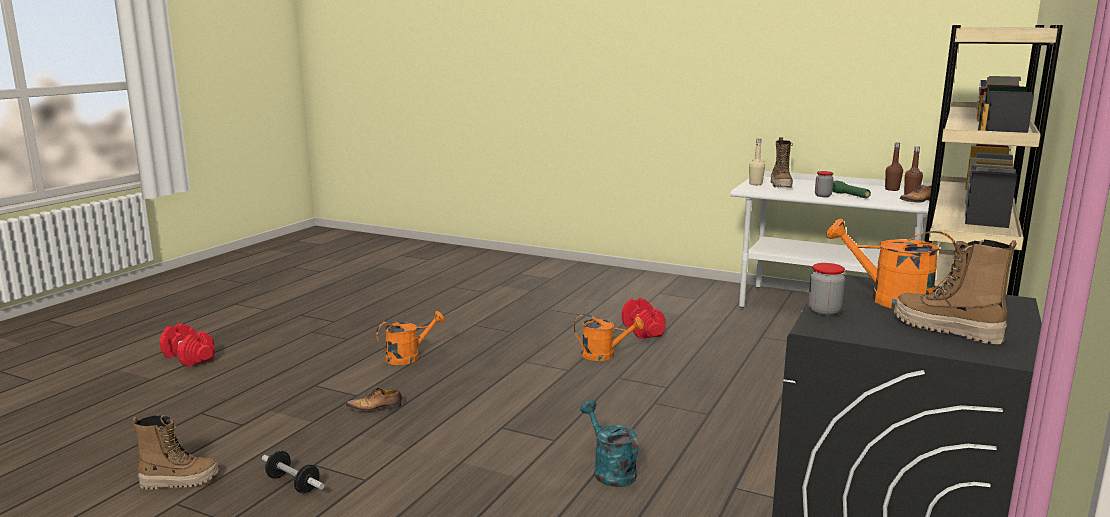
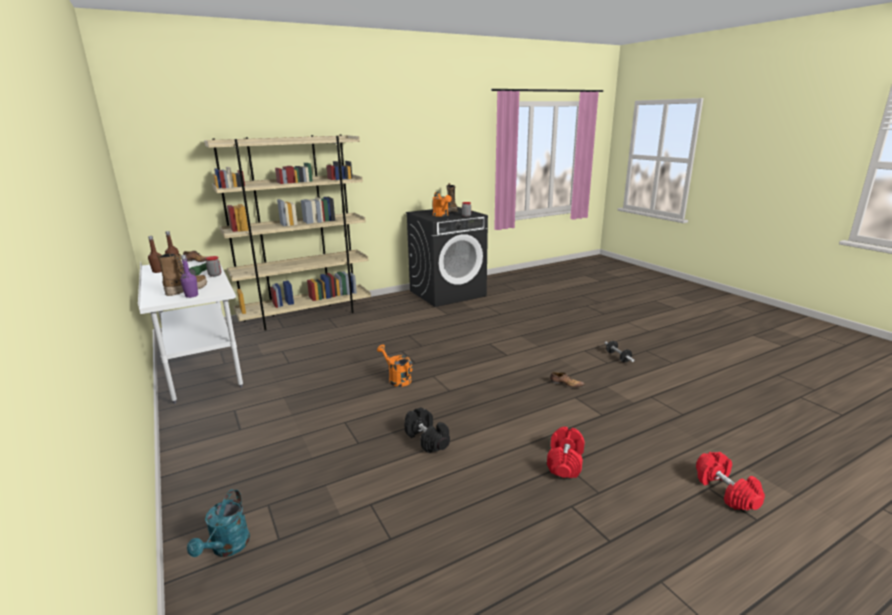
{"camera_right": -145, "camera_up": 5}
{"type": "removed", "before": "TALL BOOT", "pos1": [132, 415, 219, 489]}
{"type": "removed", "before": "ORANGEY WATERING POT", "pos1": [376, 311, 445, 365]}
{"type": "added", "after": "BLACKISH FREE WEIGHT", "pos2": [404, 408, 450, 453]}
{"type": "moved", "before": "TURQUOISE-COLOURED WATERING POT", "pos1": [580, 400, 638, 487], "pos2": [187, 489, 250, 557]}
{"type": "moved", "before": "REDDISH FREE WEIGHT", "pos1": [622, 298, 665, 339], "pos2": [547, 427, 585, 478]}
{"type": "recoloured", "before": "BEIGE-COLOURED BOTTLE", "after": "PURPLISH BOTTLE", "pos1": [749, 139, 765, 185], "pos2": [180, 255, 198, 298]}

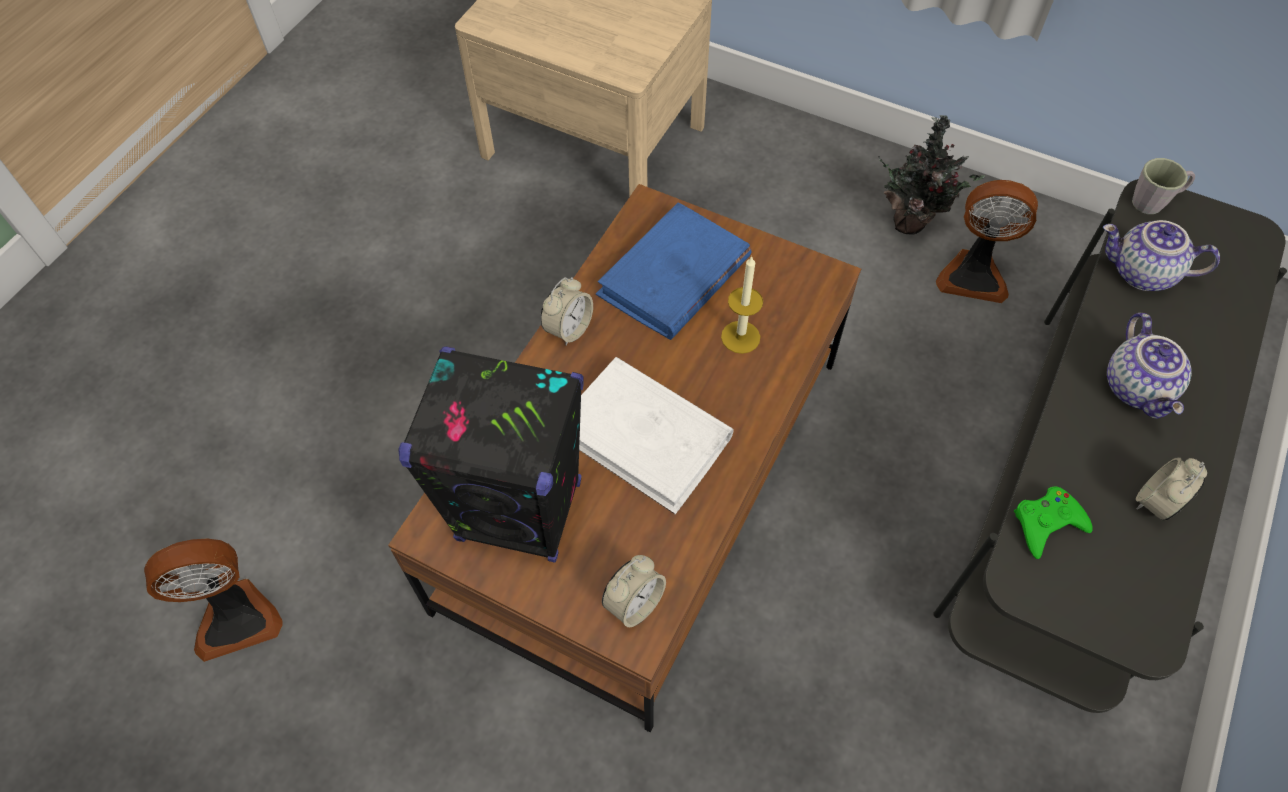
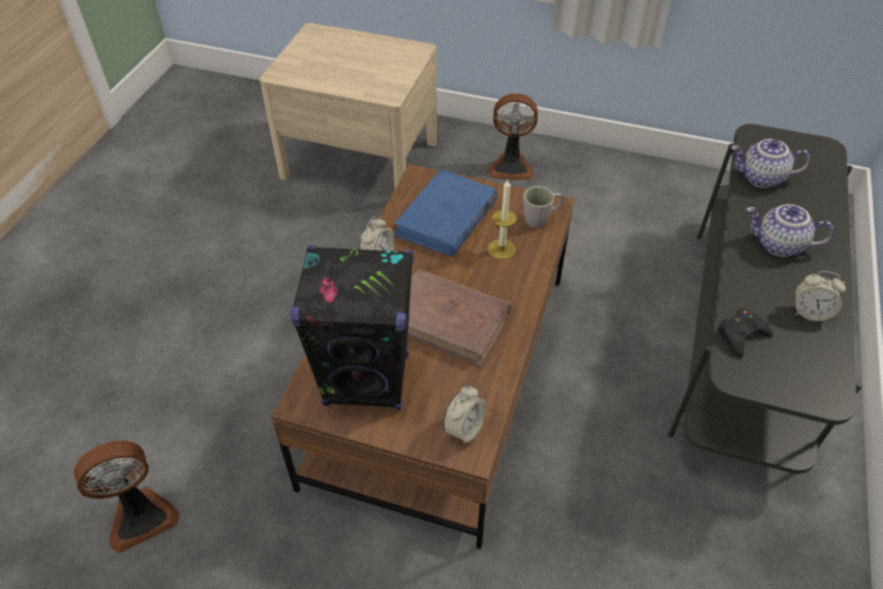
{"camera_right": -10, "camera_up": -10}
{"type": "removed", "before": "PLANT IN A POT", "pos1": [878, 115, 984, 235]}
{"type": "moved", "before": "COOLING FAN", "pos1": [936, 180, 1038, 303], "pos2": [487, 93, 538, 180]}
{"type": "moved", "before": "GREYISH MUG", "pos1": [1132, 158, 1195, 214], "pos2": [523, 186, 563, 228]}
{"type": "recoloured", "before": "WHITISH BOOK", "after": "BROWN-COLOURED BOOK", "pos1": [579, 357, 734, 514], "pos2": [408, 269, 511, 366]}
{"type": "recoloured", "before": "GREEN JOYPAD", "after": "BLACKISH JOYPAD", "pos1": [1014, 487, 1093, 559], "pos2": [717, 309, 773, 358]}
{"type": "turned", "before": "TEAPOT", "pos1": [1107, 313, 1192, 419], "pos2": [746, 204, 834, 257], "turn": 120}
{"type": "turned", "before": "BEDSIDE CLOCK", "pos1": [1136, 457, 1207, 521], "pos2": [795, 271, 846, 322], "turn": -105}

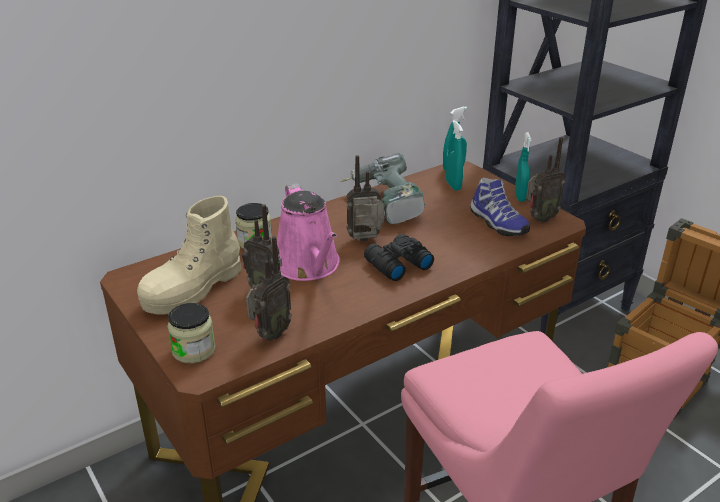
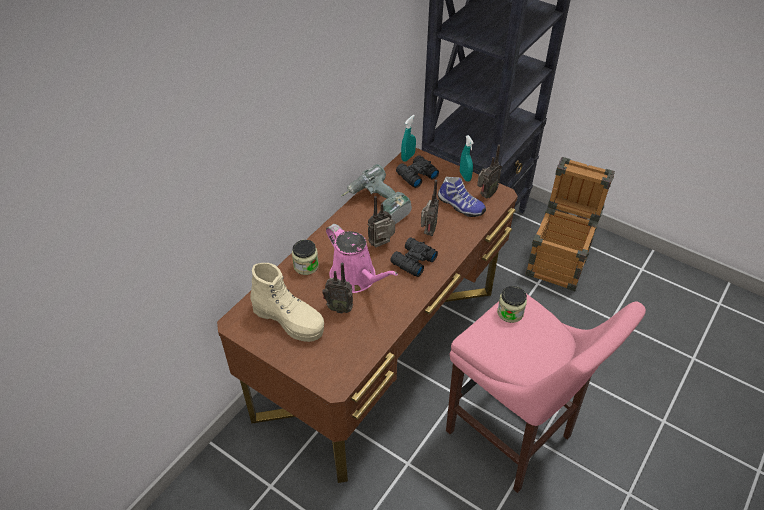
{"camera_right": -20, "camera_up": 15}
{"type": "moved", "before": "PRESERVE JAR", "pos1": [167, 303, 216, 363], "pos2": [497, 286, 527, 323]}
{"type": "moved", "before": "RADIO RECEIVER", "pos1": [246, 236, 292, 341], "pos2": [421, 180, 439, 236]}
{"type": "replaced", "before": "TURQUOISE-COLOURED SPRAY BOTTLE", "after": "BLACKISH FIELD GLASSES", "pos1": [446, 120, 464, 191], "pos2": [396, 155, 439, 188]}
{"type": "turned", "before": "BEIGE-COLOURED TALL BOOT", "pos1": [137, 196, 241, 315], "pos2": [250, 263, 324, 342], "turn": -75}

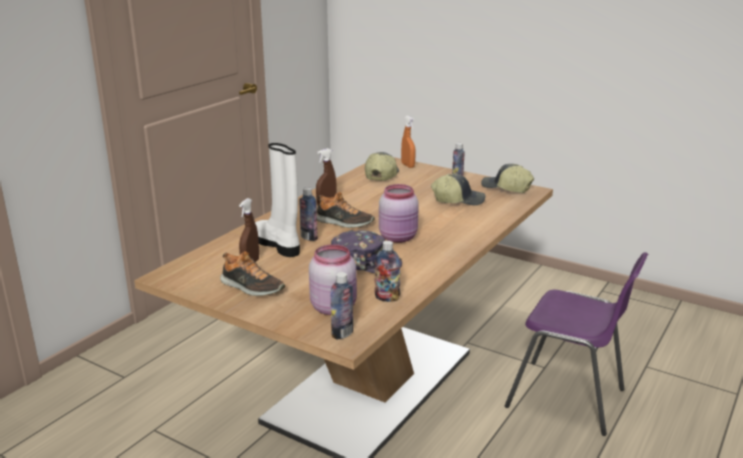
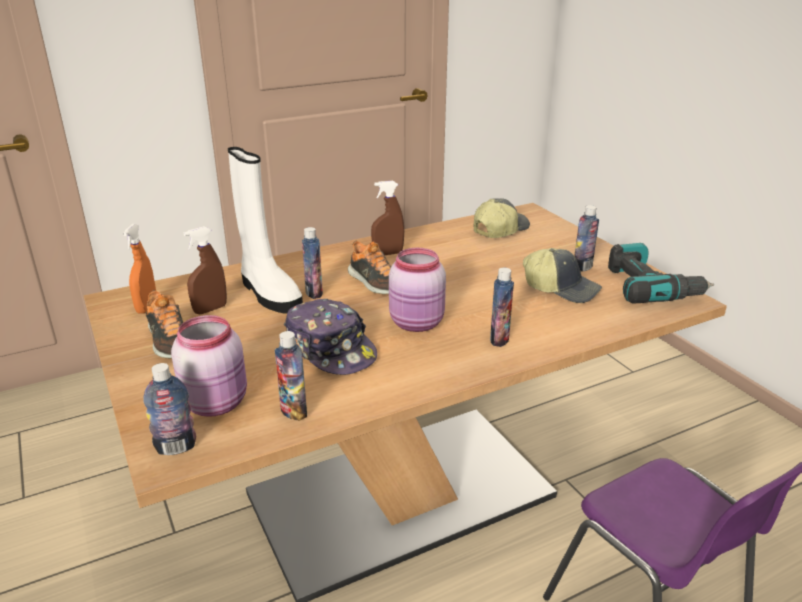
{"camera_right": 30, "camera_up": 5}
{"type": "added", "after": "BOTTLE", "pos2": [490, 267, 514, 347]}
{"type": "moved", "before": "ORANGEY SPRAY BOTTLE", "pos1": [401, 116, 416, 168], "pos2": [123, 224, 156, 313]}
{"type": "replaced", "before": "CAP", "after": "DRILL", "pos1": [481, 164, 534, 193], "pos2": [608, 243, 714, 304]}
{"type": "turned", "before": "WHITISH TALL BOOT", "pos1": [255, 143, 300, 257], "pos2": [228, 147, 303, 313], "turn": 150}

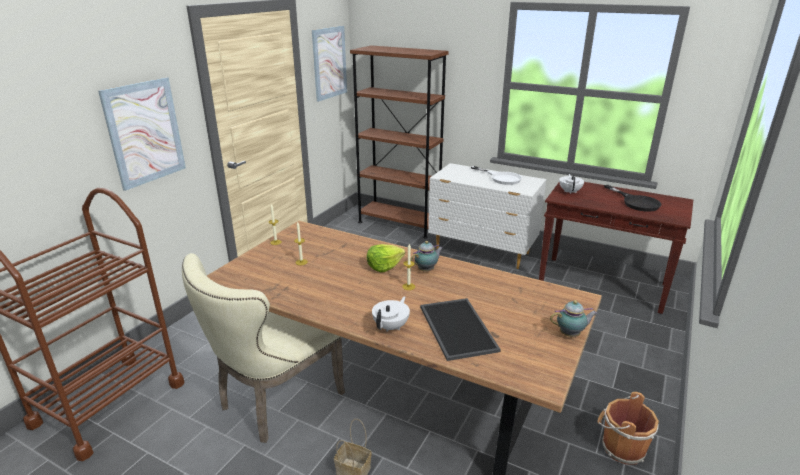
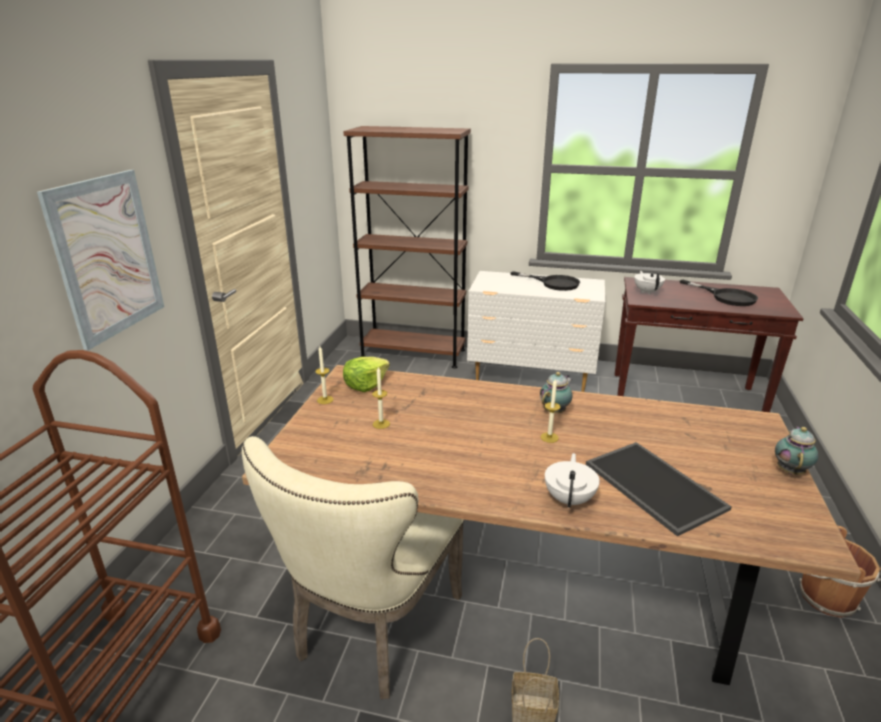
{"camera_right": -15, "camera_up": 0}
{"type": "removed", "before": "WALL ART", "pos1": [312, 26, 347, 102]}
{"type": "moved", "before": "LETTUCE", "pos1": [367, 244, 405, 272], "pos2": [343, 357, 390, 392]}
{"type": "recoloured", "before": "WHITISH SKILLET", "after": "BLACKISH SKILLET", "pos1": [471, 166, 522, 185], "pos2": [511, 271, 580, 291]}
{"type": "turned", "before": "TEAPOT", "pos1": [550, 300, 598, 337], "pos2": [775, 426, 818, 475], "turn": -45}

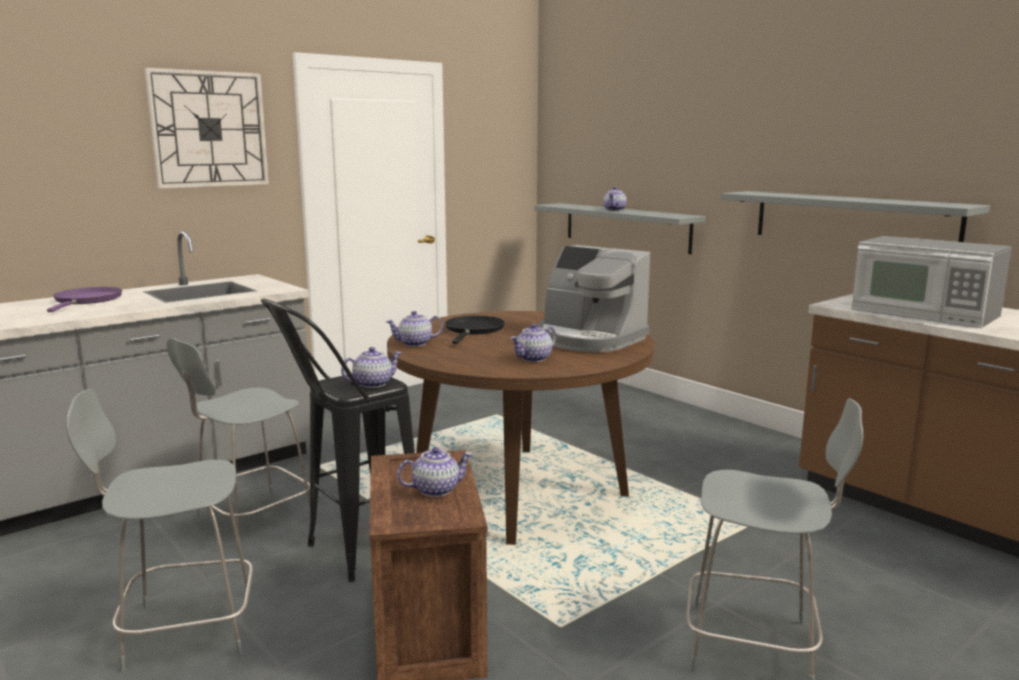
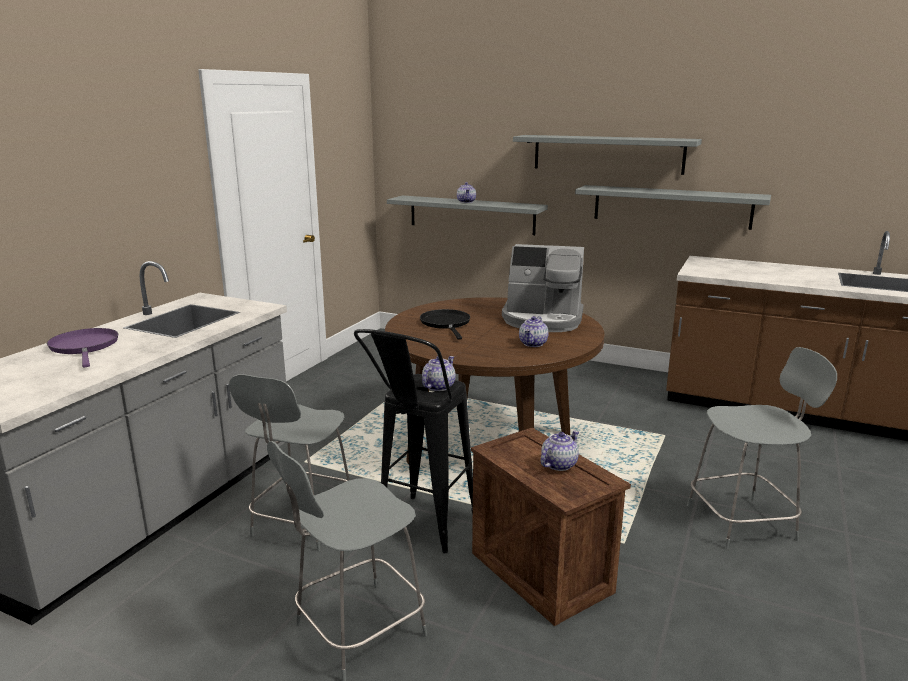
{"camera_right": -25, "camera_up": 5}
{"type": "removed", "before": "HANGING CLOCK", "pos1": [144, 67, 269, 189]}
{"type": "removed", "before": "TEAPOT", "pos1": [386, 311, 443, 347]}
{"type": "removed", "before": "MICROWAVE OVEN", "pos1": [851, 236, 1012, 328]}
{"type": "added", "after": "GREYISH BRACKET SHELF", "pos2": [513, 135, 702, 175]}

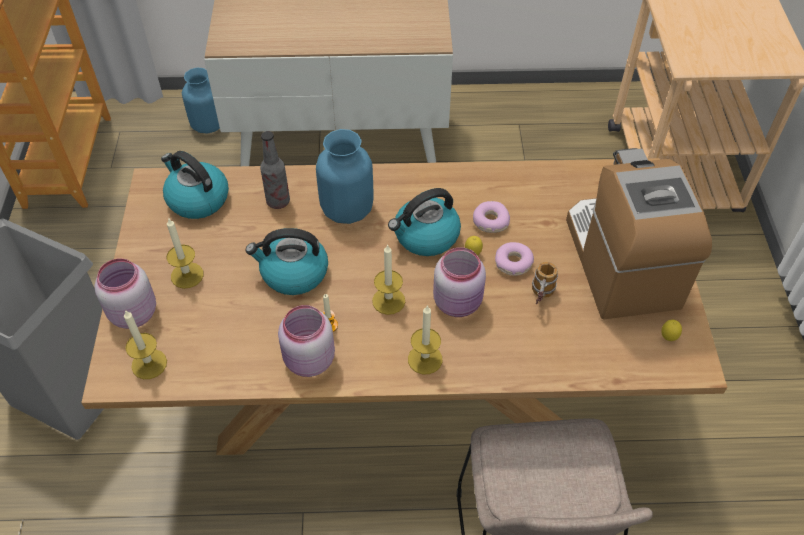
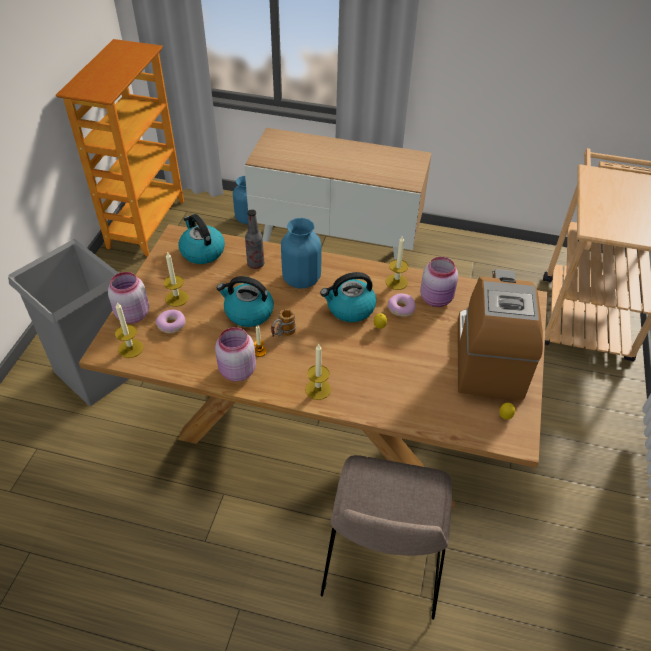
{"camera_right": 15, "camera_up": -5}
{"type": "moved", "before": "WAX CANDLE", "pos1": [372, 244, 405, 315], "pos2": [386, 235, 408, 290]}
{"type": "moved", "before": "PINK-COLOURED PRESERVE JAR", "pos1": [433, 247, 486, 317], "pos2": [420, 257, 458, 307]}
{"type": "moved", "before": "RING DOUGHNUT", "pos1": [495, 242, 534, 276], "pos2": [156, 310, 185, 333]}
{"type": "moved", "before": "MUG", "pos1": [532, 262, 558, 304], "pos2": [271, 309, 296, 337]}

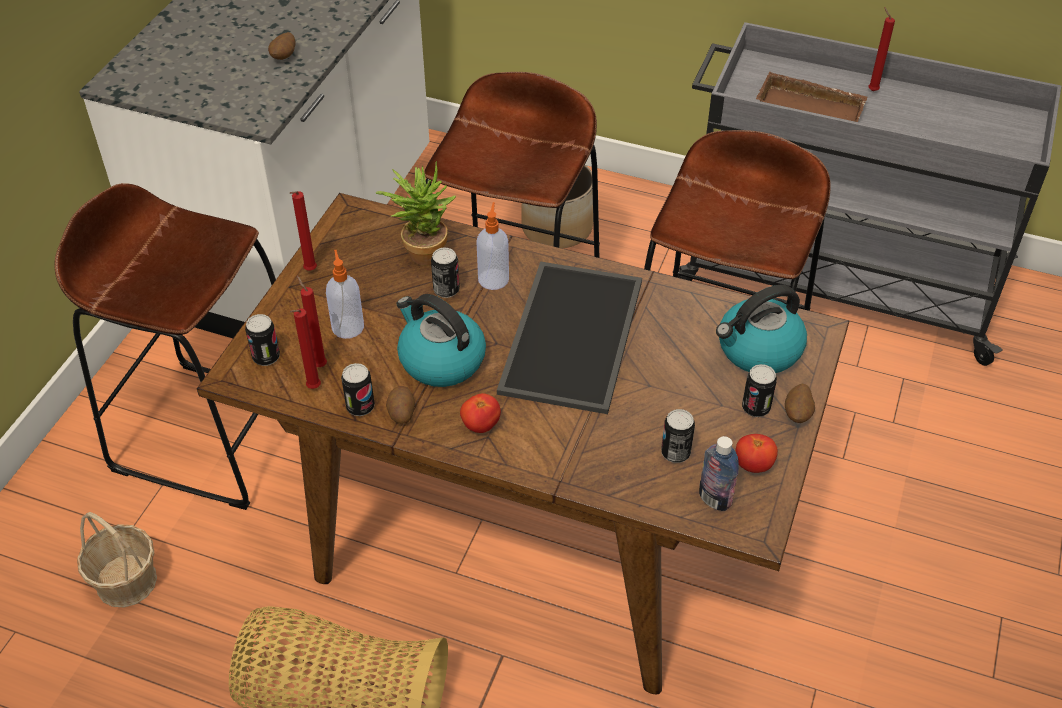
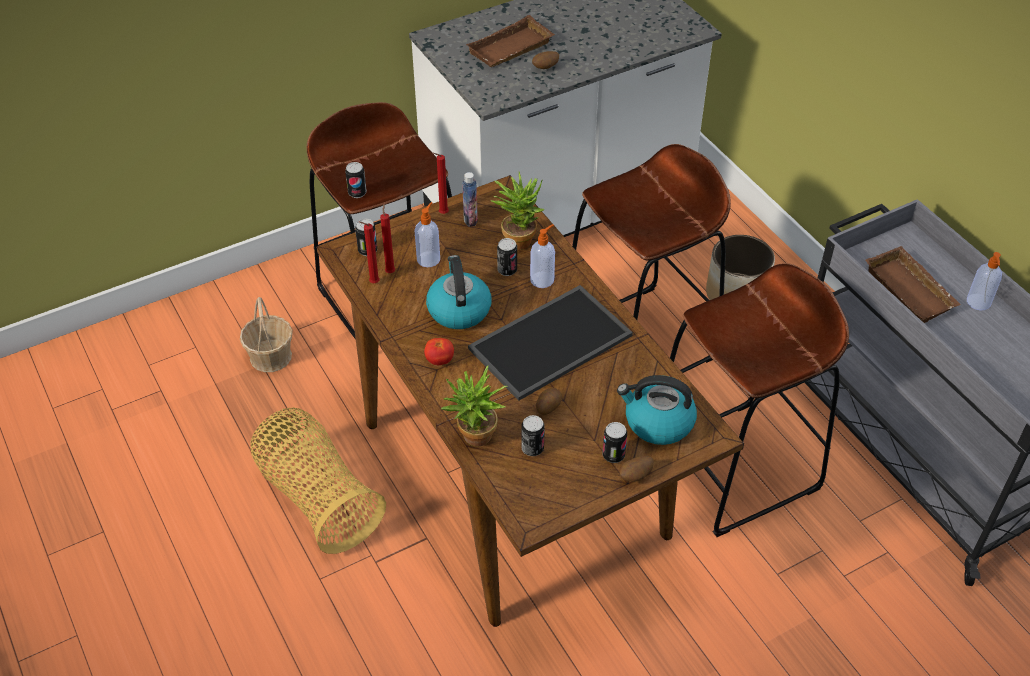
{"camera_right": 40, "camera_up": 0}
{"type": "removed", "before": "WHOLE TOMATO", "pos1": [736, 434, 778, 473]}
{"type": "added", "after": "PLANT IN A POT", "pos2": [441, 366, 508, 446]}
{"type": "added", "after": "BROWN-COLOURED CARRYING TRAY", "pos2": [466, 15, 555, 67]}
{"type": "moved", "before": "METAL CAN", "pos1": [341, 363, 375, 416], "pos2": [345, 162, 367, 198]}
{"type": "moved", "before": "POTATO", "pos1": [386, 386, 415, 424], "pos2": [536, 388, 562, 415]}
{"type": "moved", "before": "BOTTLE", "pos1": [699, 436, 739, 511], "pos2": [462, 172, 478, 227]}
{"type": "replaced", "before": "REDDISH WAX CANDLE", "after": "SOAP DISPENSER", "pos1": [868, 7, 895, 91], "pos2": [967, 252, 1002, 310]}

